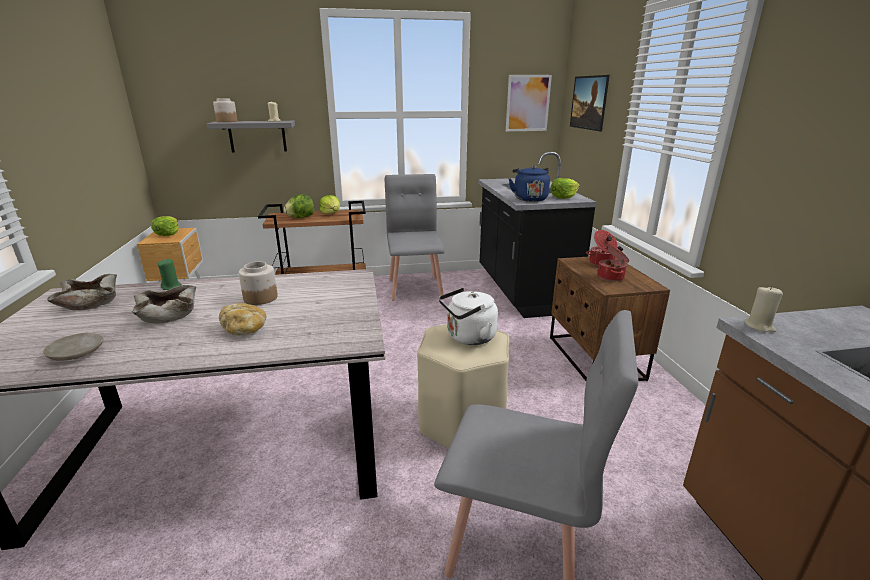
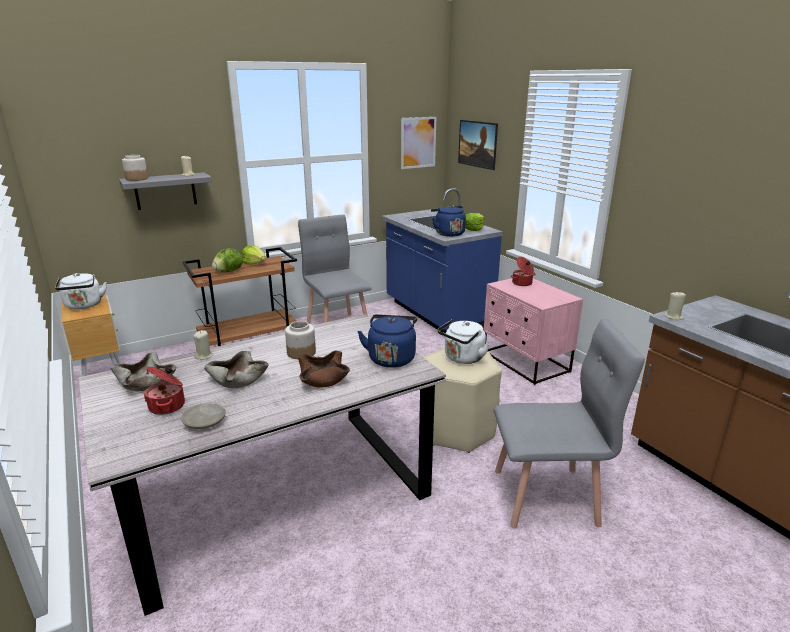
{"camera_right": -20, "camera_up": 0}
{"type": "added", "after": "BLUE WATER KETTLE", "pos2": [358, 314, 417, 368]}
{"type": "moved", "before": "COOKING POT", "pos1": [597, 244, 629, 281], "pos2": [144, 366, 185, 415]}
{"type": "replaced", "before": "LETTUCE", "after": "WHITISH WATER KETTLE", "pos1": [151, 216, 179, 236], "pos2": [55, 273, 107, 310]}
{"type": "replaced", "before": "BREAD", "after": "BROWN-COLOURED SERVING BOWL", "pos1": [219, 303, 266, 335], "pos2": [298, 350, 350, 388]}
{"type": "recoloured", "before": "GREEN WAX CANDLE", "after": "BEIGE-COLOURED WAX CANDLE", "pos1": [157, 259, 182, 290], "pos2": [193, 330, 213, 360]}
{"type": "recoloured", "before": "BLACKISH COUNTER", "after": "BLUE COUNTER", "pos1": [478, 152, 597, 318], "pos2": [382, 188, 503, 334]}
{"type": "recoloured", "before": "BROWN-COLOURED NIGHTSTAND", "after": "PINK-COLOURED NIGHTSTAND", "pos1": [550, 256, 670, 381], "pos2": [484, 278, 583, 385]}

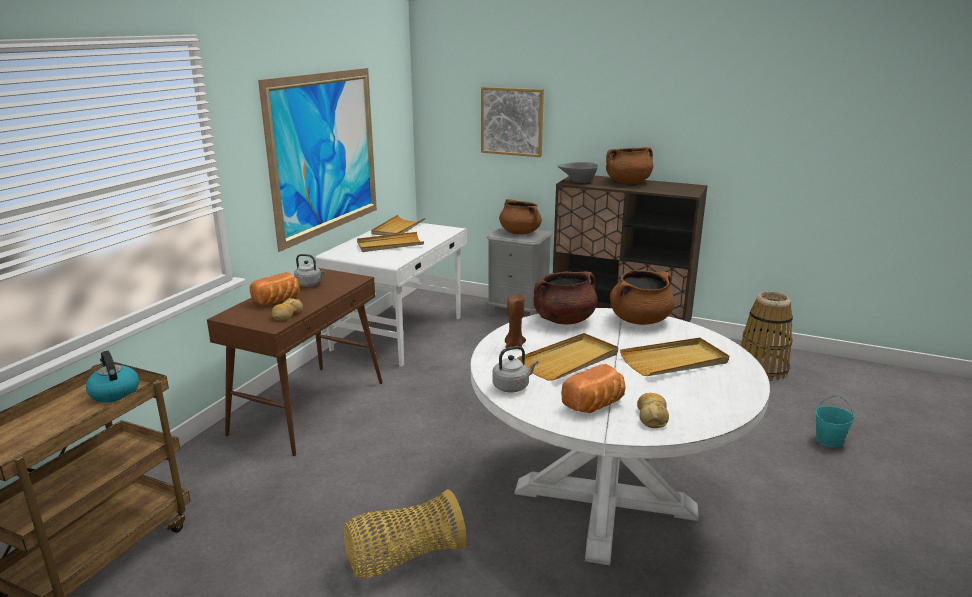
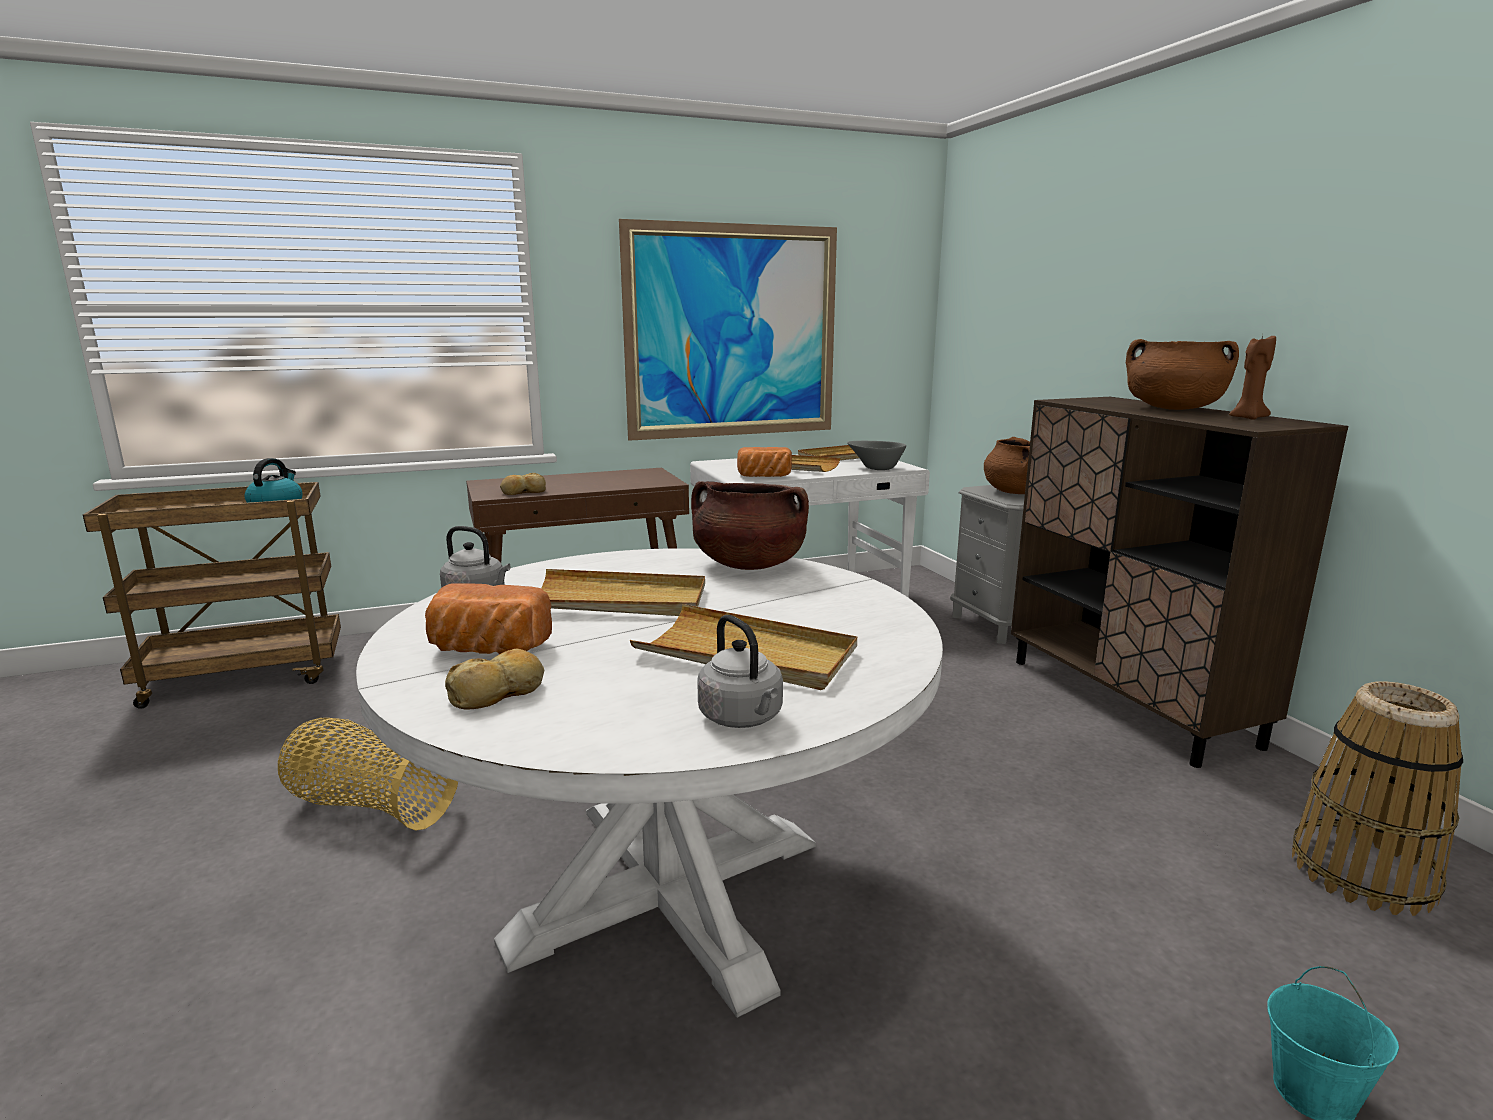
{"camera_right": 45, "camera_up": -5}
{"type": "removed", "before": "WALL ART", "pos1": [481, 87, 544, 157]}
{"type": "removed", "before": "BROWN-COLOURED COOKING POT", "pos1": [610, 270, 675, 325]}
{"type": "moved", "before": "BREAD", "pos1": [250, 272, 299, 305], "pos2": [737, 447, 792, 477]}
{"type": "moved", "before": "GREYISH WATER KETTLE", "pos1": [294, 254, 326, 287], "pos2": [697, 615, 783, 728]}
{"type": "moved", "before": "BROWN-COLOURED WAX CANDLE", "pos1": [505, 293, 526, 348], "pos2": [1229, 335, 1276, 420]}
{"type": "moved", "before": "GREYISH SERVING BOWL", "pos1": [557, 162, 598, 183], "pos2": [847, 441, 906, 470]}

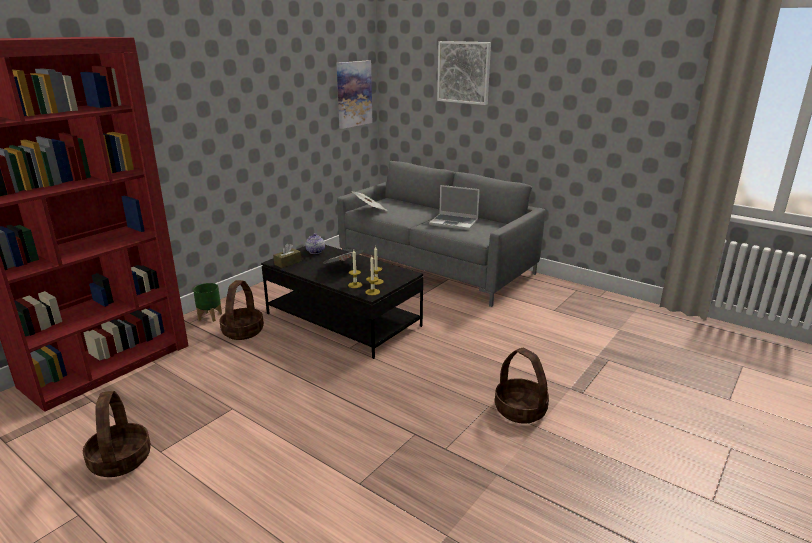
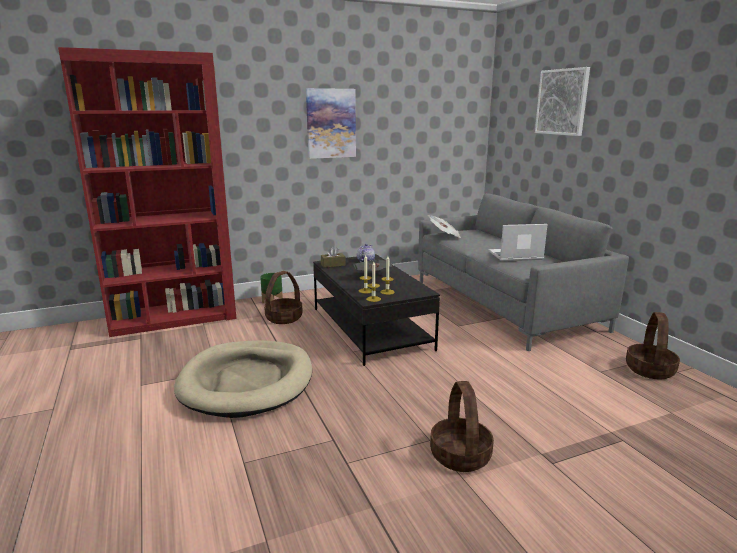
{"camera_right": 30, "camera_up": -5}
{"type": "added", "after": "BEIGE-COLOURED DOG BED", "pos2": [174, 340, 312, 418]}
{"type": "moved", "before": "HOUSEHOLD BASKET", "pos1": [83, 391, 151, 477], "pos2": [626, 312, 680, 379]}
{"type": "moved", "before": "WALL ART", "pos1": [337, 60, 372, 129], "pos2": [306, 88, 356, 159]}
{"type": "turned", "before": "NOTEBOOK COMPUTER", "pos1": [429, 185, 480, 230], "pos2": [489, 224, 548, 261], "turn": 120}

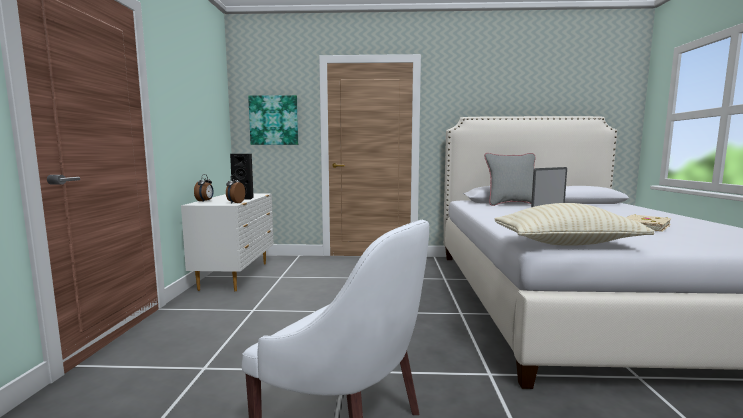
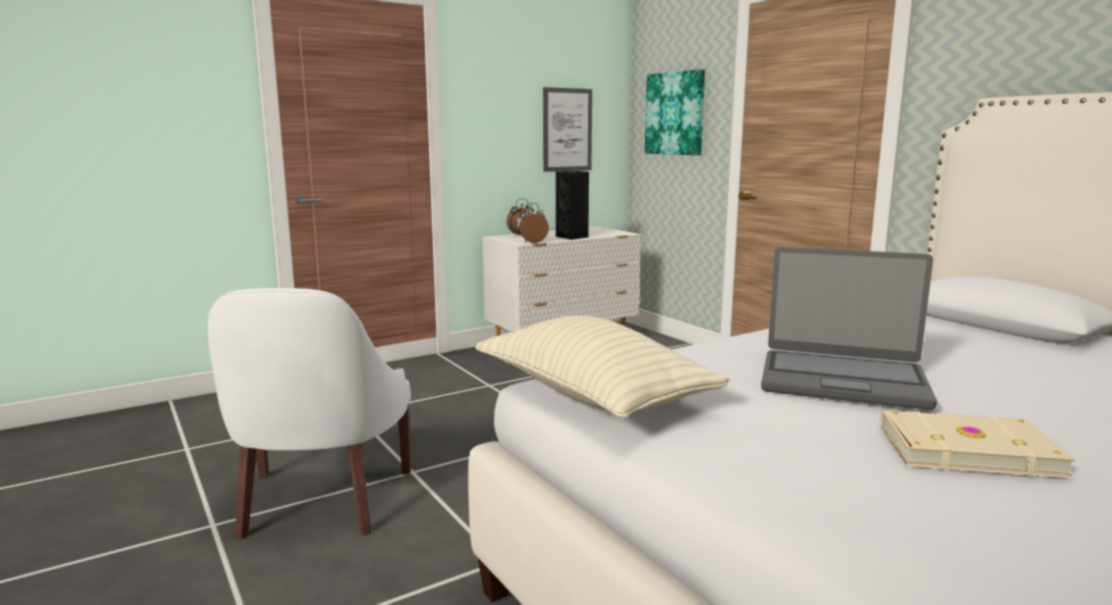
{"camera_right": 55, "camera_up": 5}
{"type": "removed", "before": "GREYISH CUSHION", "pos1": [484, 153, 536, 206]}
{"type": "added", "after": "WALL ART", "pos2": [543, 87, 592, 172]}

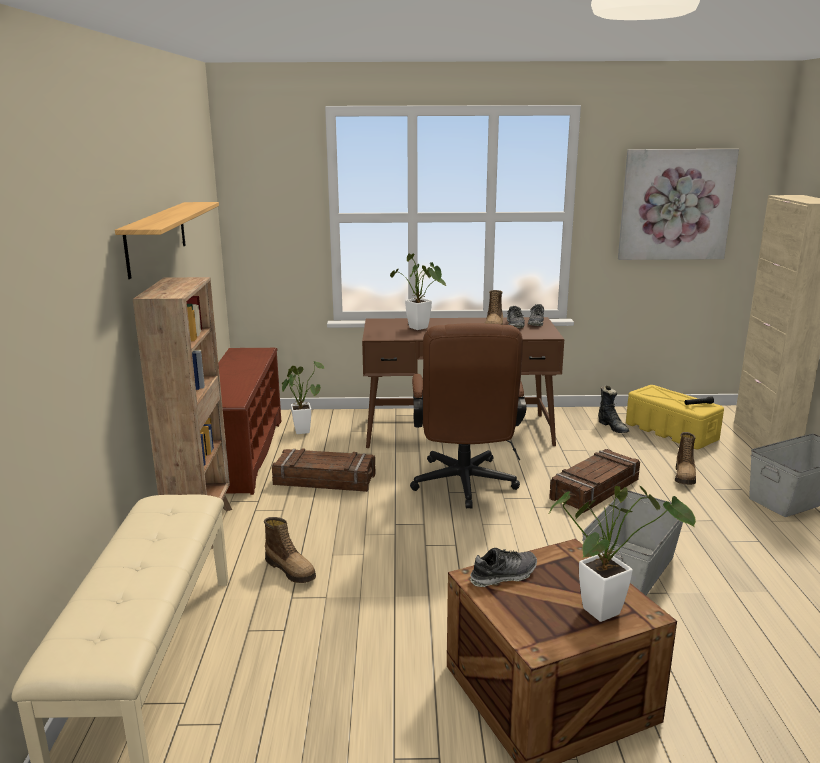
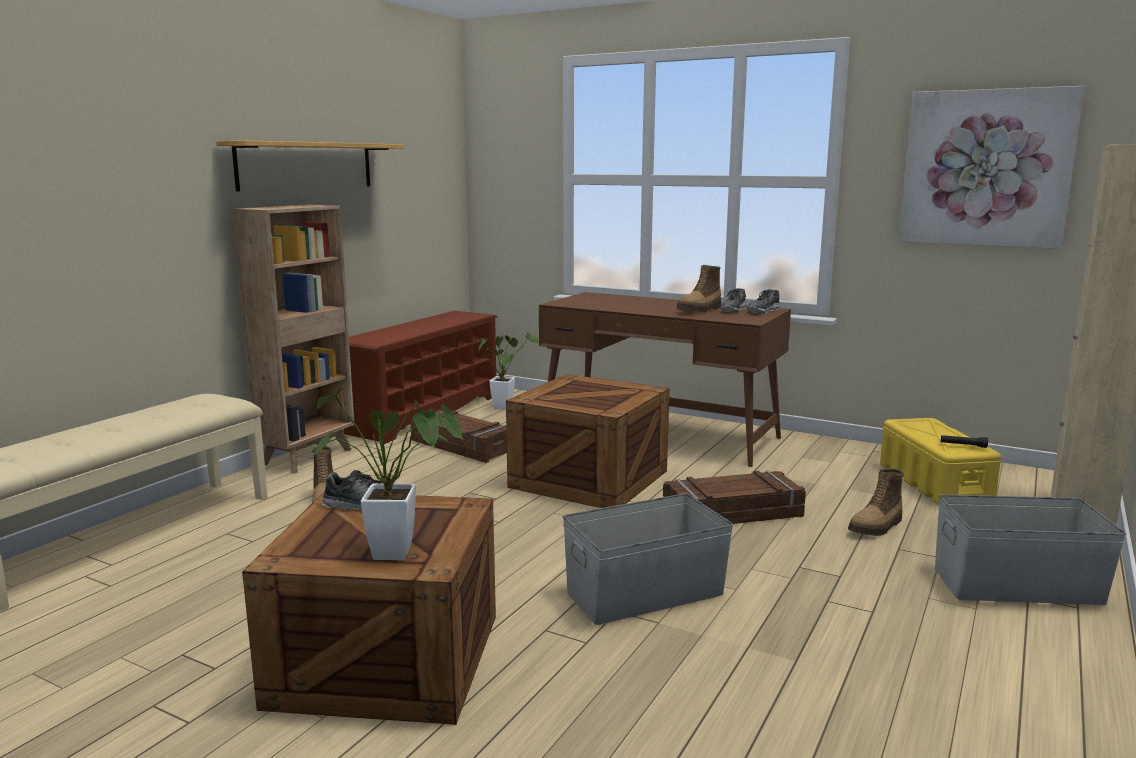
{"camera_right": 30, "camera_up": -5}
{"type": "removed", "before": "PLANT IN A POT", "pos1": [390, 253, 447, 330]}
{"type": "removed", "before": "BLACKISH TALL BOOT", "pos1": [598, 386, 629, 433]}
{"type": "replaced", "before": "BROWN-COLOURED COMPUTER CHAIR", "after": "PACKING CRATE", "pos1": [410, 323, 527, 509], "pos2": [506, 374, 670, 508]}

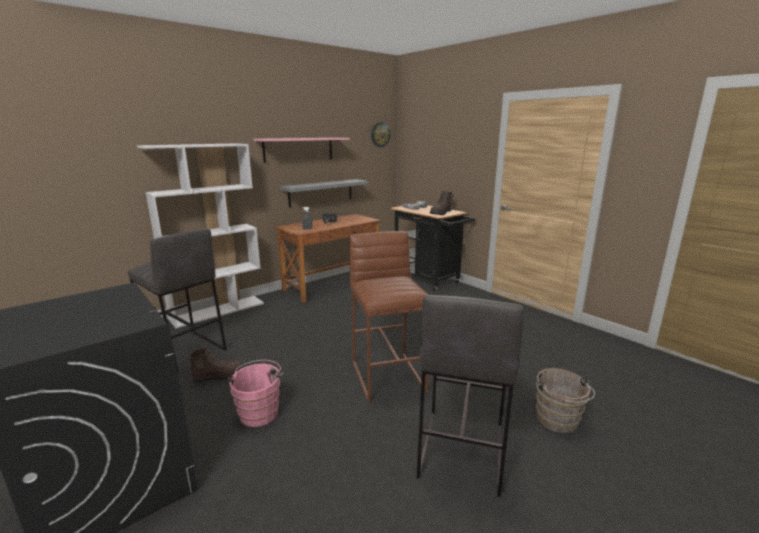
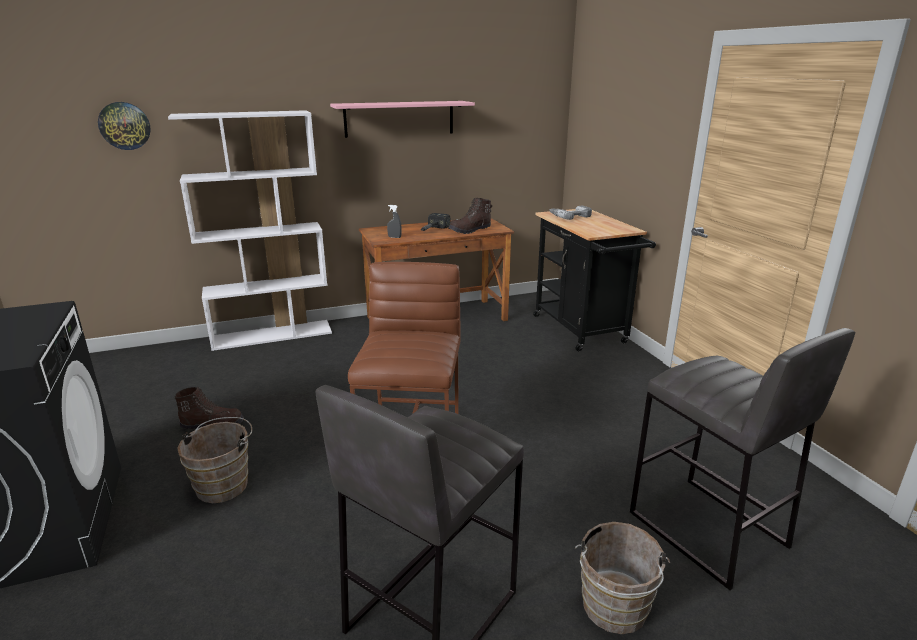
{"camera_right": 20, "camera_up": 5}
{"type": "removed", "before": "GREYISH BRACKET SHELF", "pos1": [280, 179, 368, 207]}
{"type": "moved", "before": "GREYISH STOOL", "pos1": [128, 229, 227, 373], "pos2": [630, 328, 855, 590]}
{"type": "moved", "before": "HANGING CLOCK", "pos1": [371, 122, 390, 147], "pos2": [98, 102, 151, 150]}
{"type": "moved", "before": "BROWN-COLOURED TALL BOOT", "pos1": [430, 191, 454, 215], "pos2": [449, 198, 492, 234]}
{"type": "recoloured", "before": "PINK-COLOURED BUCKET", "after": "BROWN-COLOURED BUCKET", "pos1": [228, 360, 283, 427], "pos2": [177, 417, 252, 503]}

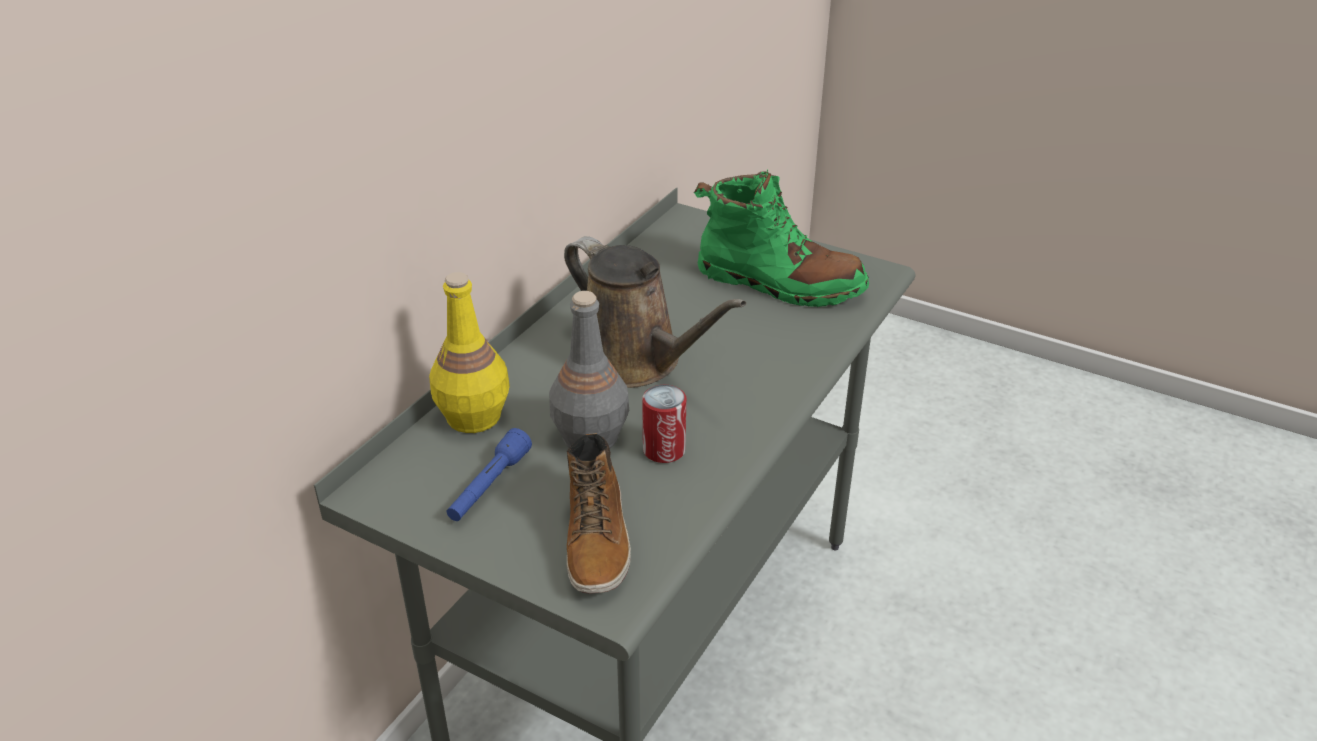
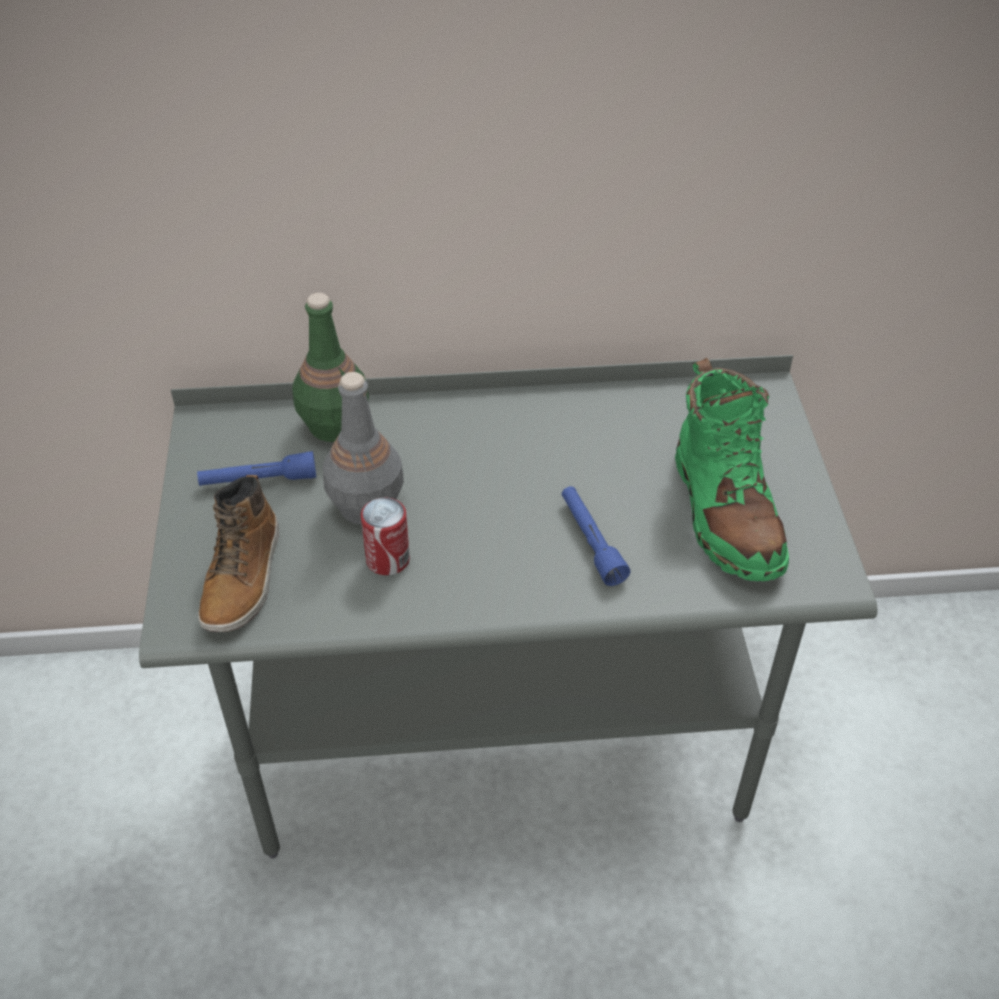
{"camera_right": 55, "camera_up": 10}
{"type": "removed", "before": "BROWN-COLOURED WATERING POT", "pos1": [564, 236, 746, 388]}
{"type": "added", "after": "BLUE TORCH", "pos2": [562, 486, 630, 586]}
{"type": "recoloured", "before": "YELLOWISH BOTTLE", "after": "GREEN BOTTLE", "pos1": [429, 272, 510, 433], "pos2": [292, 293, 369, 442]}
{"type": "turned", "before": "TALL BOOT", "pos1": [567, 433, 631, 594], "pos2": [198, 475, 279, 632], "turn": -45}

